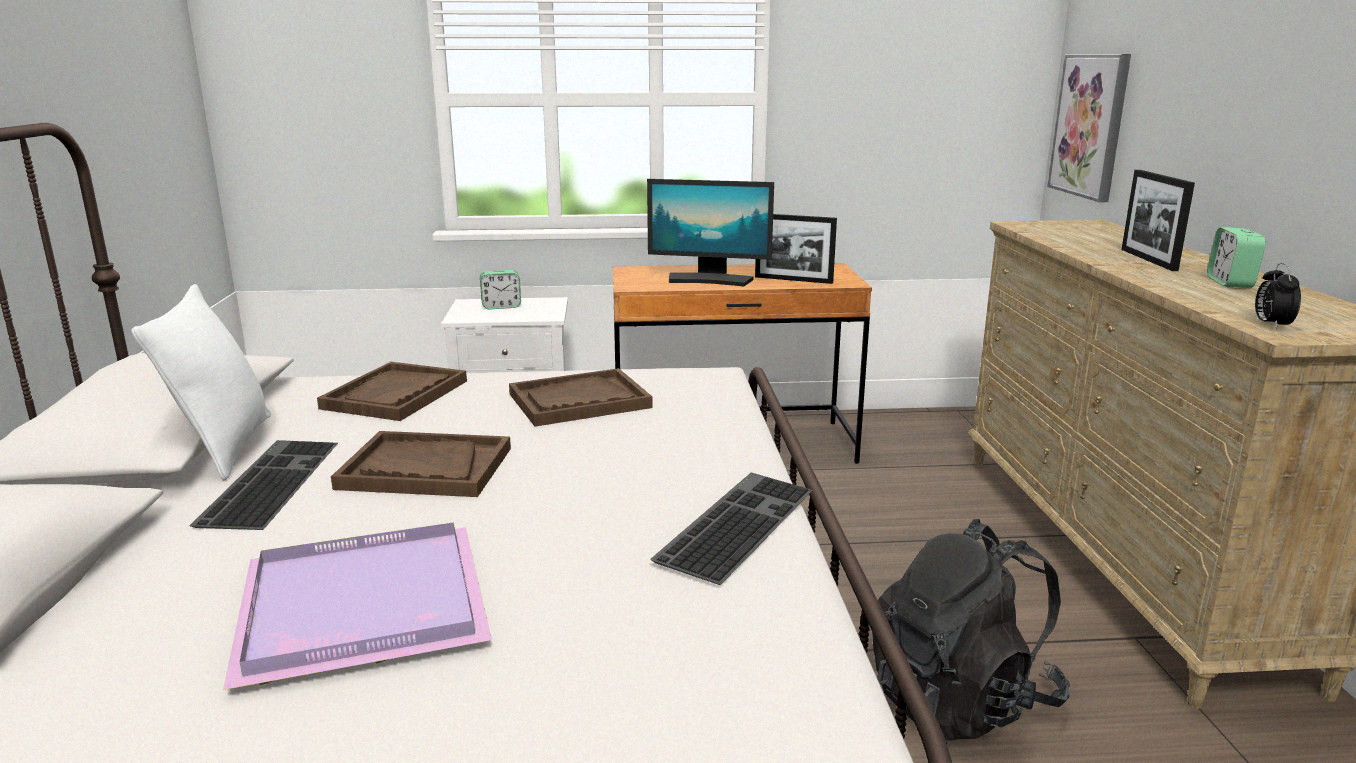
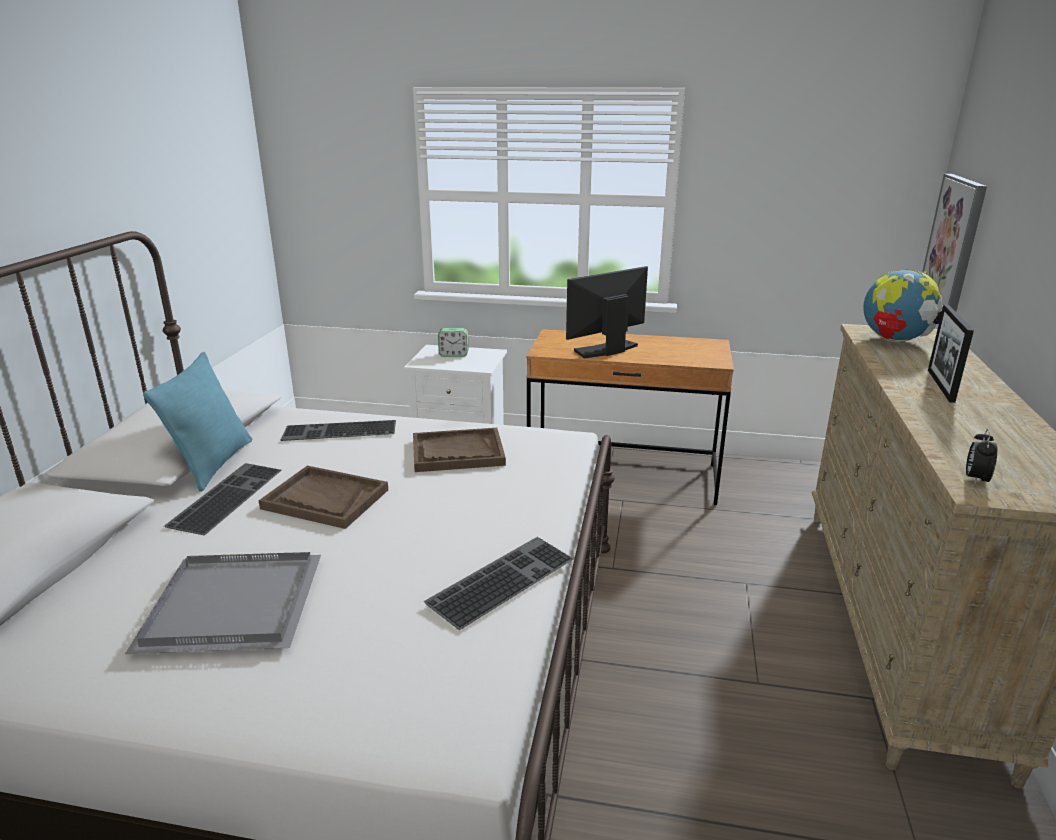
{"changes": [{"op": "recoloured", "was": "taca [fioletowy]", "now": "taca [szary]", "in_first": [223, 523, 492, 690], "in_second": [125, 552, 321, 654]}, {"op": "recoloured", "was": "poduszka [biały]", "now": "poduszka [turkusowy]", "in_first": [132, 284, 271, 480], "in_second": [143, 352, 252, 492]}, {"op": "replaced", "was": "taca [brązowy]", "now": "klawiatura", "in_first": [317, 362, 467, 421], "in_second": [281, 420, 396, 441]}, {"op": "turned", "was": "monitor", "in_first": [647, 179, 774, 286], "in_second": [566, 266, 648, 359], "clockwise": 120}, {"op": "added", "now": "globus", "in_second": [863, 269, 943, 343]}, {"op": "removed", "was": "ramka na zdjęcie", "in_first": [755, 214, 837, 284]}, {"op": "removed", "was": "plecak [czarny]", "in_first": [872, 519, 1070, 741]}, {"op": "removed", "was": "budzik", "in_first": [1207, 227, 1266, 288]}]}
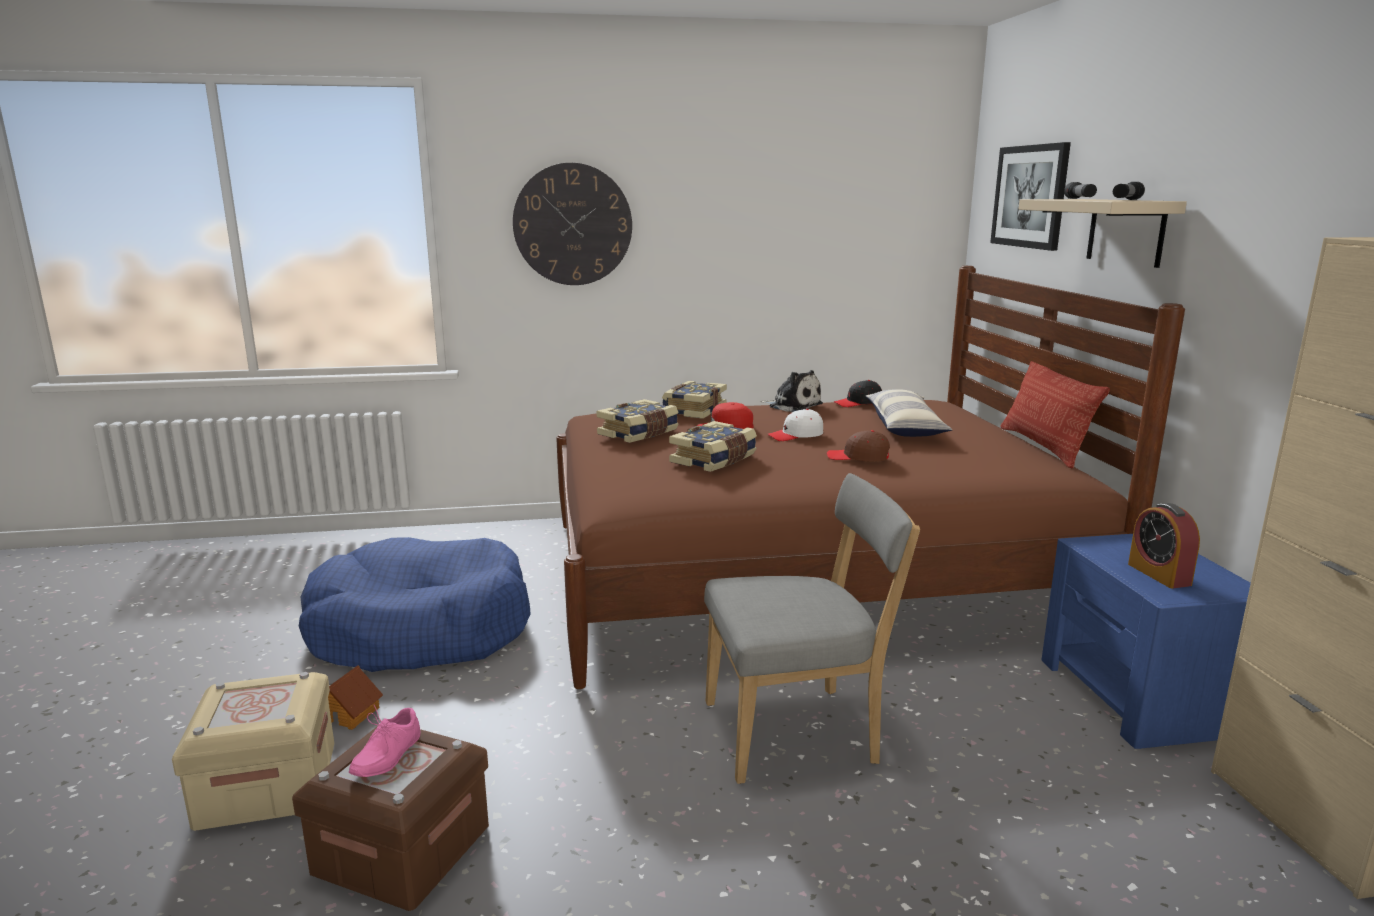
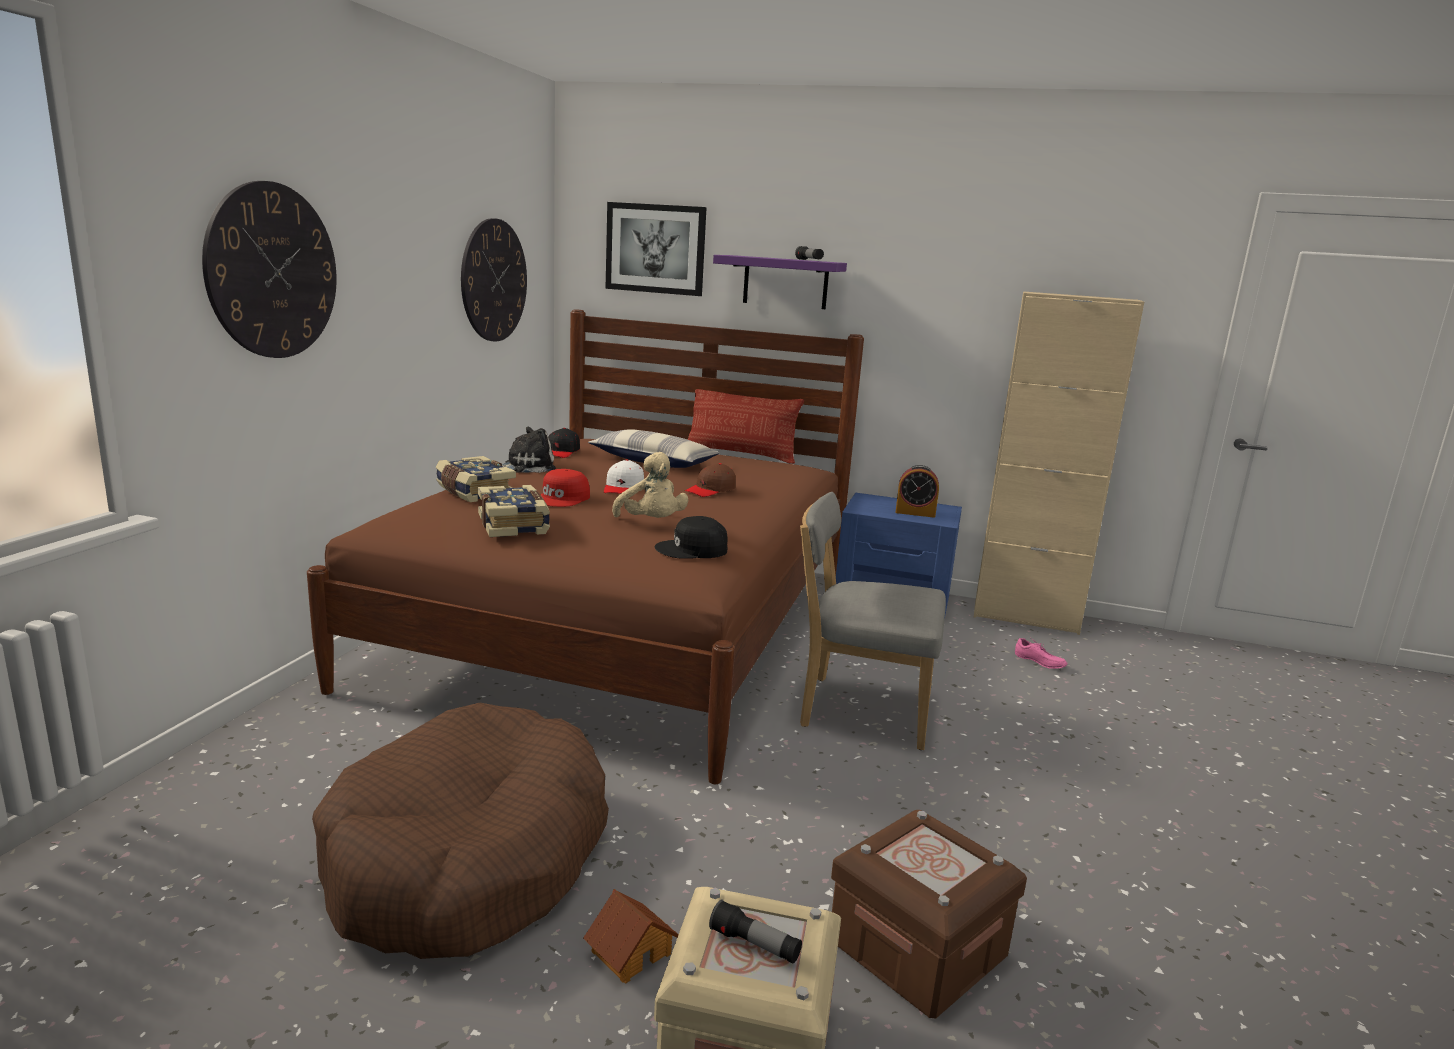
{"changes": [{"op": "recoloured", "was": "legowisko [niebieski]", "now": "legowisko [brązowy]", "in_first": [299, 537, 531, 672], "in_second": [312, 703, 609, 959]}, {"op": "added", "now": "zegar ścienny", "in_second": [461, 218, 527, 342]}, {"op": "replaced", "was": "książka", "now": "pluszak [beżowy]", "in_first": [669, 421, 757, 472], "in_second": [612, 452, 688, 518]}, {"op": "added", "now": "czapka z daszkiem [czarny]", "in_second": [655, 516, 728, 559]}, {"op": "moved", "was": "latarka", "in_first": [1064, 182, 1097, 199], "in_second": [709, 900, 802, 963]}, {"op": "recoloured", "was": "półka [beżowy]", "now": "półka [fioletowy]", "in_first": [1019, 199, 1187, 268], "in_second": [713, 255, 847, 309]}, {"op": "turned", "was": "krzesło [szary]", "in_first": [704, 473, 920, 784], "in_second": [800, 492, 946, 750], "clockwise": -90}, {"op": "moved", "was": "but [różowy]", "in_first": [349, 705, 421, 777], "in_second": [1015, 638, 1067, 669]}]}
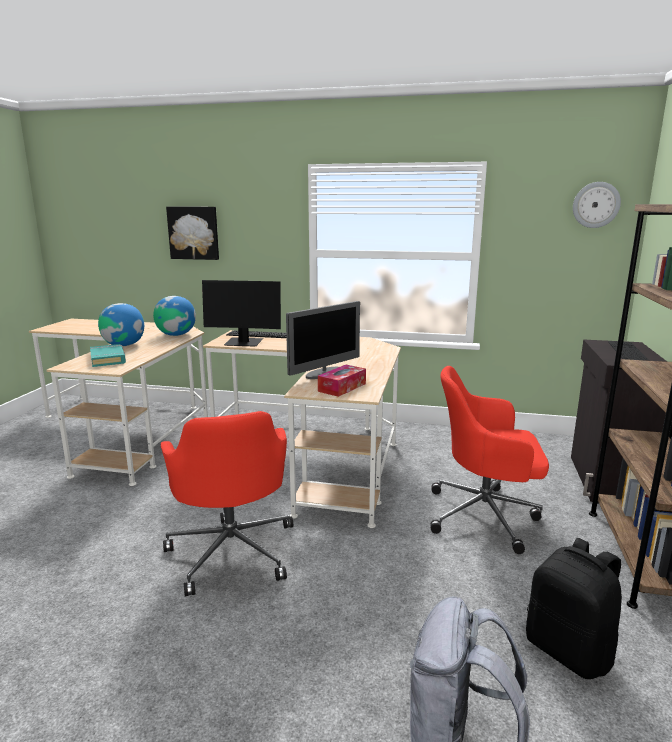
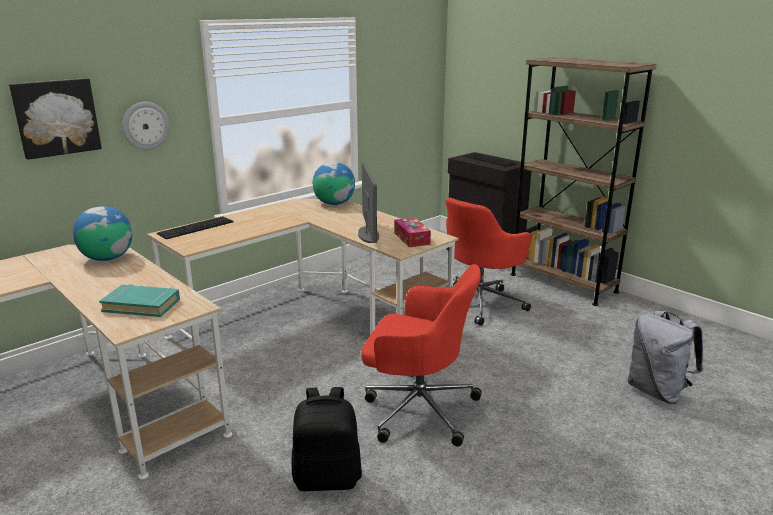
{"changes": [{"op": "moved", "was": "zegar ścienny", "in_first": [573, 182, 621, 228], "in_second": [122, 102, 170, 150]}, {"op": "moved", "was": "plecak [czarny]", "in_first": [526, 538, 622, 679], "in_second": [291, 387, 362, 491]}, {"op": "moved", "was": "globus", "in_first": [98, 303, 144, 346], "in_second": [313, 162, 355, 205]}, {"op": "removed", "was": "monitor", "in_first": [202, 280, 281, 347]}]}
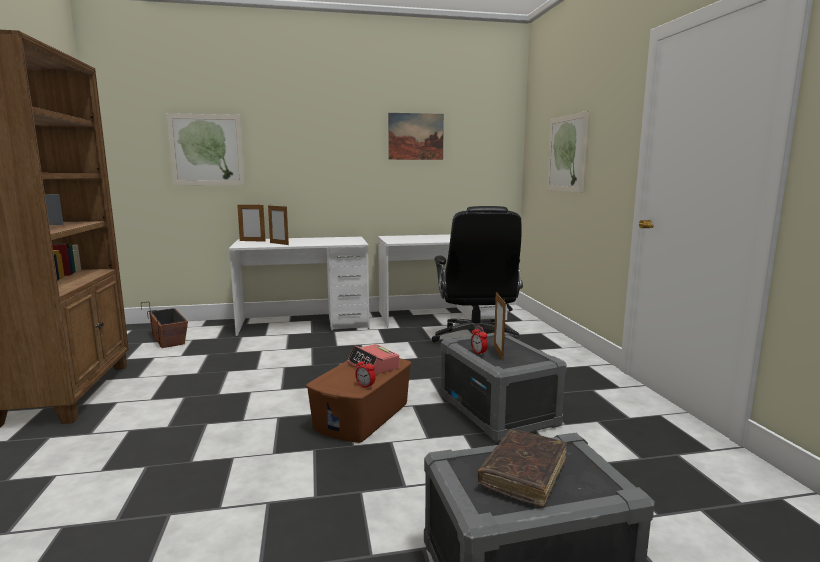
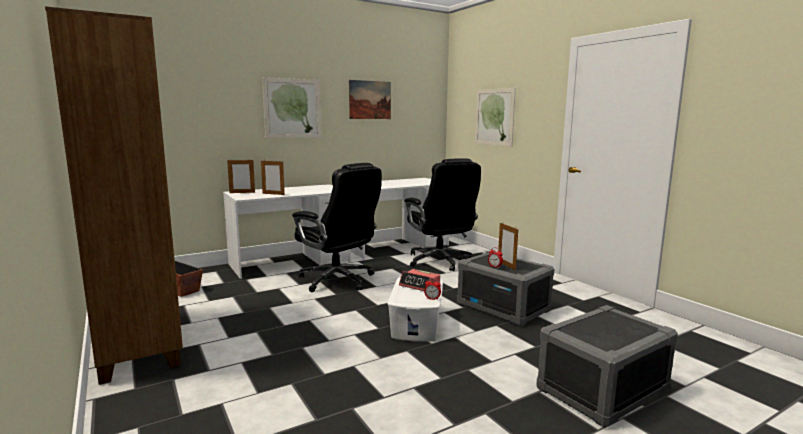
{"changes": [{"op": "moved", "was": "obraz", "in_first": [166, 113, 245, 186], "in_second": [262, 77, 321, 139]}, {"op": "added", "now": "krzesło biurowe [czarny]", "in_second": [292, 163, 382, 292]}, {"op": "recoloured", "was": "pojemnik do przechowywania [brązowy]", "now": "pojemnik do przechowywania [biały]", "in_first": [306, 358, 412, 443], "in_second": [388, 277, 443, 342]}, {"op": "removed", "was": "książka [brązowy]", "in_first": [478, 430, 567, 507]}]}
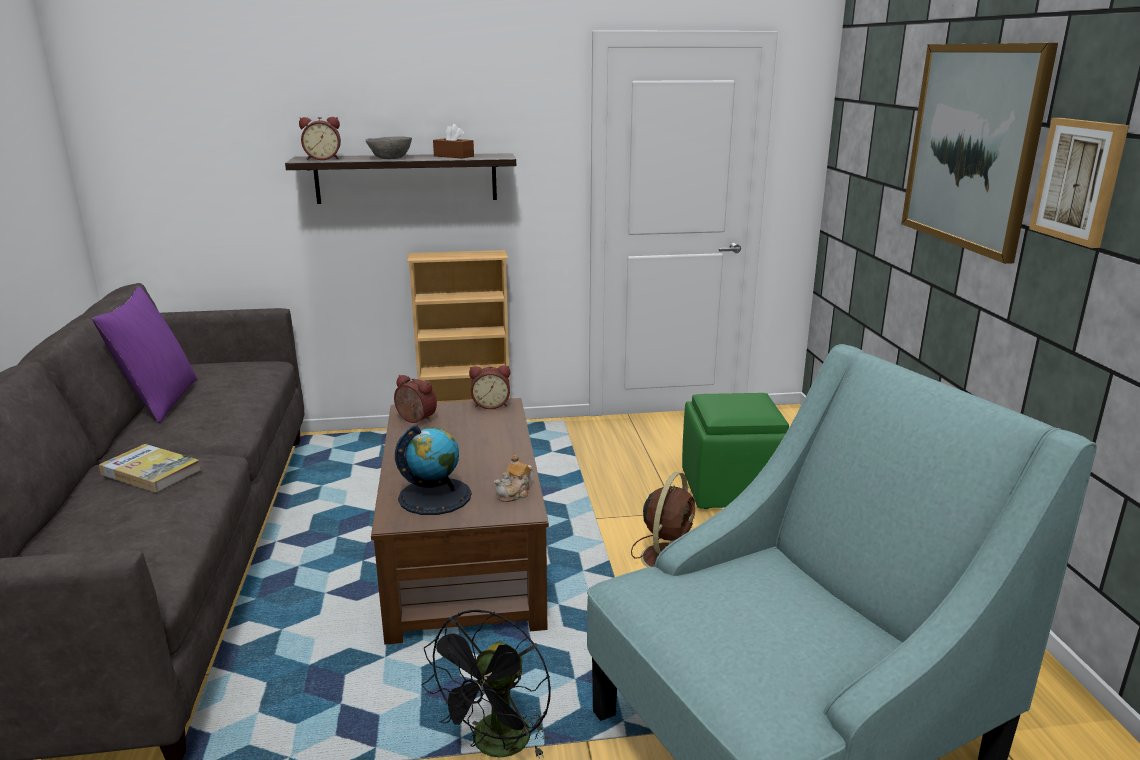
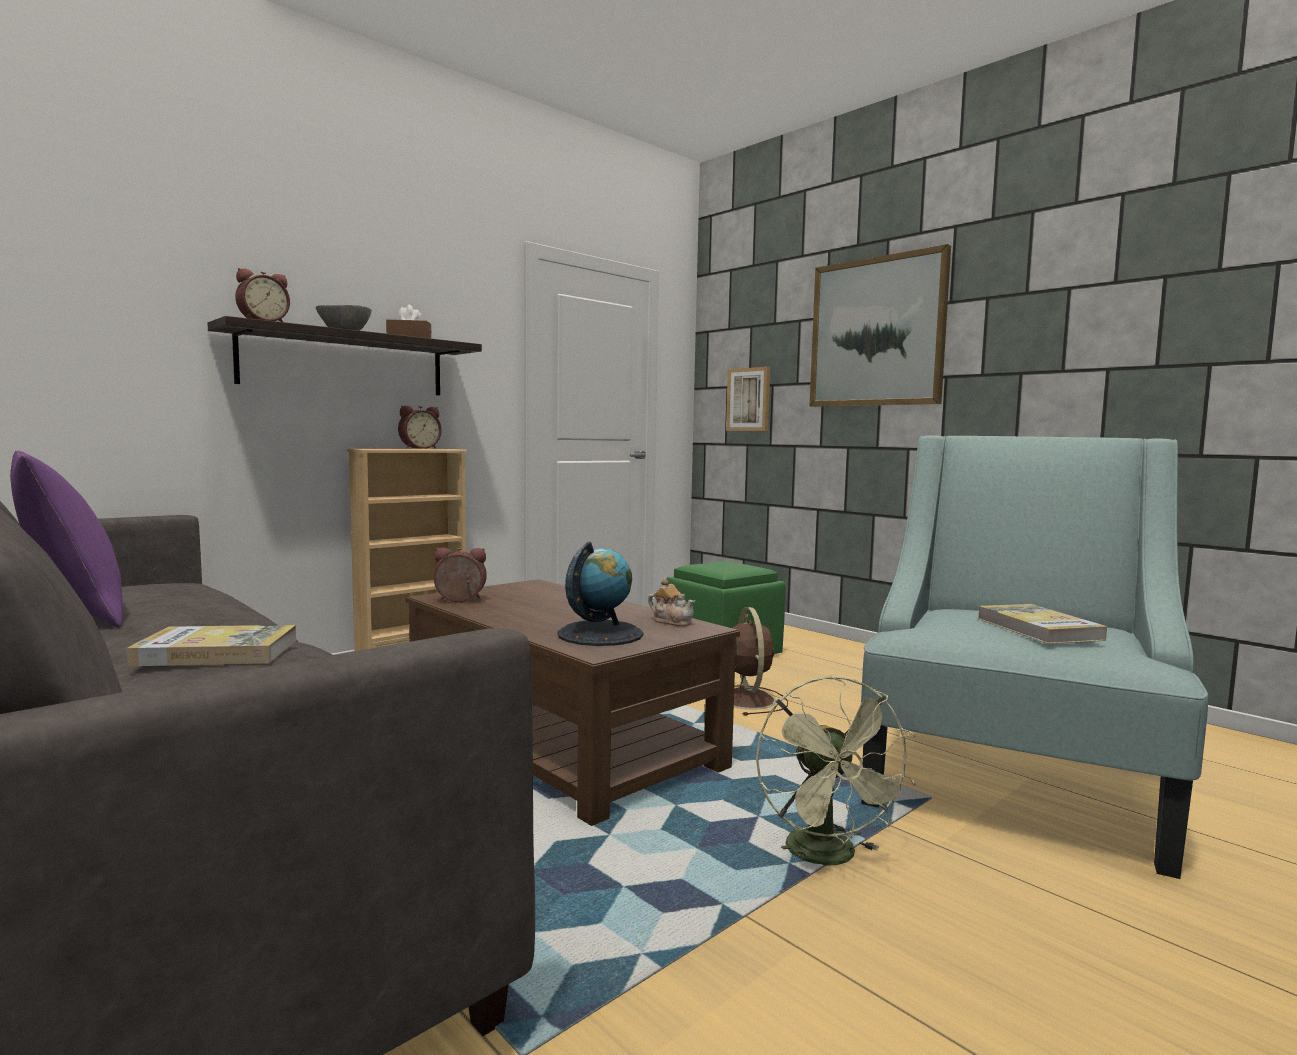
{"changes": [{"op": "moved", "was": "budzik", "in_first": [469, 365, 510, 409], "in_second": [398, 406, 442, 449]}, {"op": "turned", "was": "imbryk", "in_first": [494, 455, 533, 502], "in_second": [648, 578, 695, 626], "clockwise": -60}, {"op": "moved", "was": "obraz", "in_first": [1029, 118, 1129, 248], "in_second": [726, 367, 770, 431]}, {"op": "recoloured", "was": "wentylator [czarny]", "now": "wentylator [zielony]", "in_first": [421, 610, 551, 759], "in_second": [756, 675, 916, 866]}, {"op": "added", "now": "książka", "in_second": [977, 604, 1107, 644]}]}
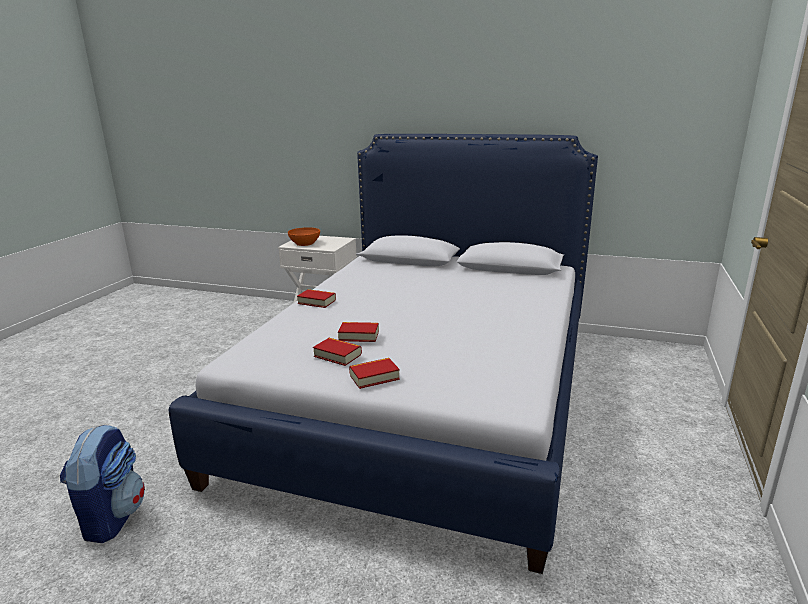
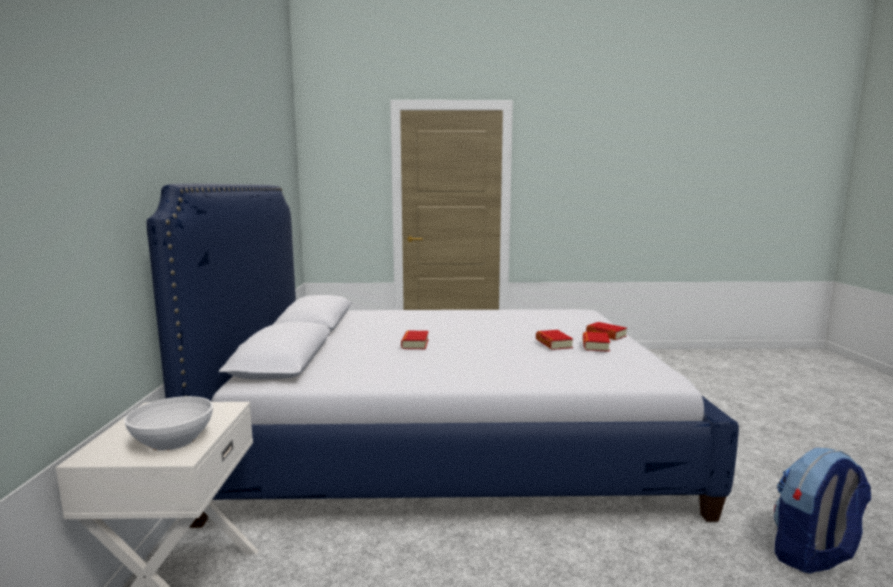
{"changes": [{"op": "recoloured", "was": "miska [pomarańczowy]", "now": "miska [biały]", "in_first": [288, 227, 320, 246], "in_second": [124, 396, 213, 451]}, {"op": "moved", "was": "książka", "in_first": [297, 289, 336, 308], "in_second": [401, 331, 429, 349]}]}
